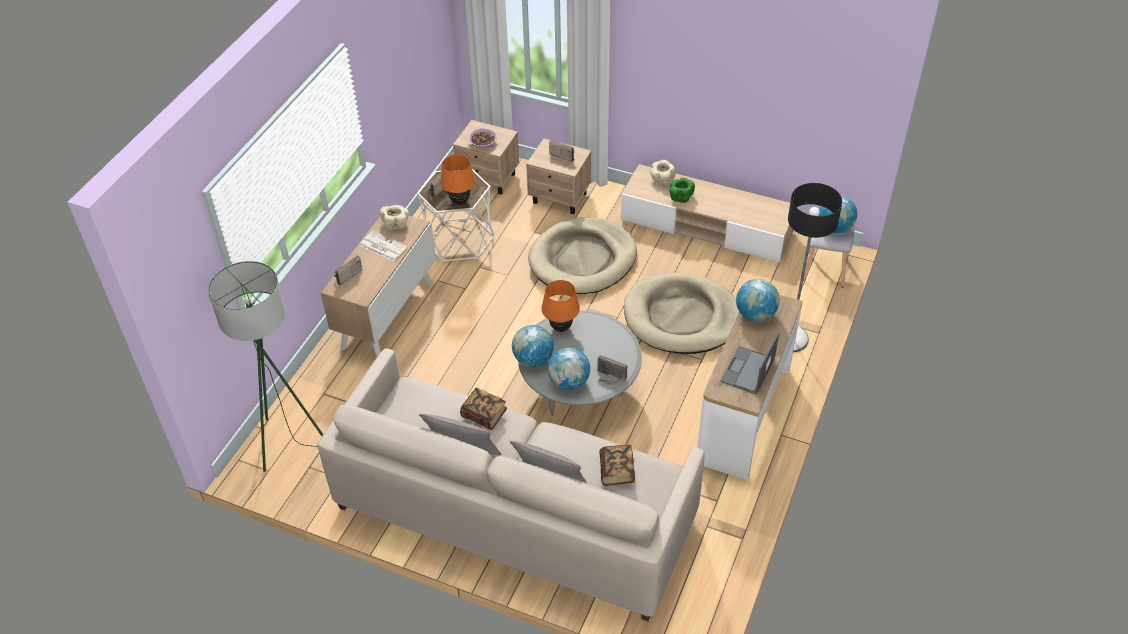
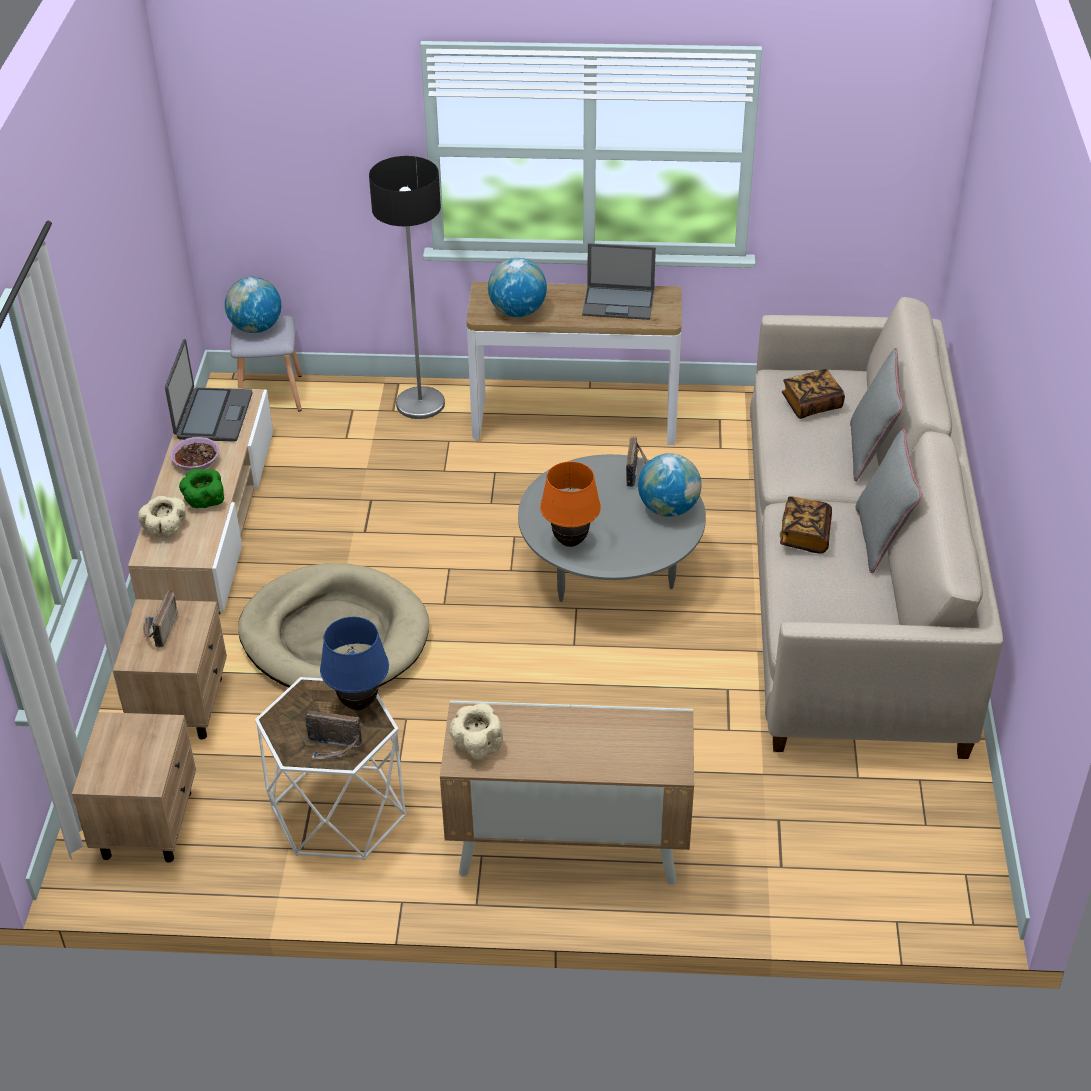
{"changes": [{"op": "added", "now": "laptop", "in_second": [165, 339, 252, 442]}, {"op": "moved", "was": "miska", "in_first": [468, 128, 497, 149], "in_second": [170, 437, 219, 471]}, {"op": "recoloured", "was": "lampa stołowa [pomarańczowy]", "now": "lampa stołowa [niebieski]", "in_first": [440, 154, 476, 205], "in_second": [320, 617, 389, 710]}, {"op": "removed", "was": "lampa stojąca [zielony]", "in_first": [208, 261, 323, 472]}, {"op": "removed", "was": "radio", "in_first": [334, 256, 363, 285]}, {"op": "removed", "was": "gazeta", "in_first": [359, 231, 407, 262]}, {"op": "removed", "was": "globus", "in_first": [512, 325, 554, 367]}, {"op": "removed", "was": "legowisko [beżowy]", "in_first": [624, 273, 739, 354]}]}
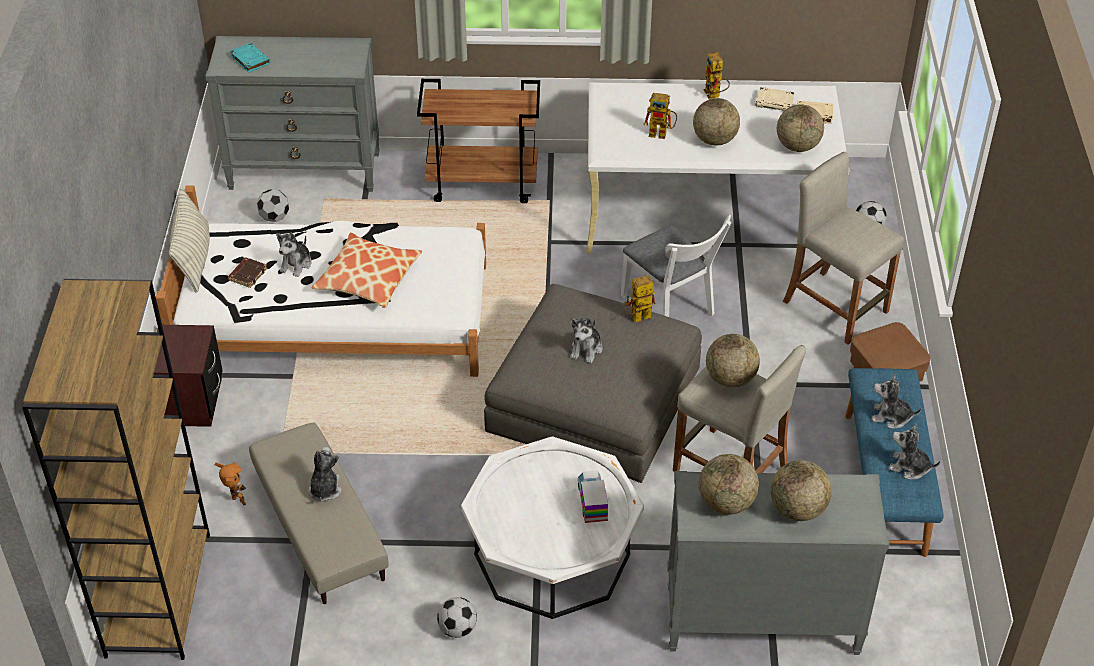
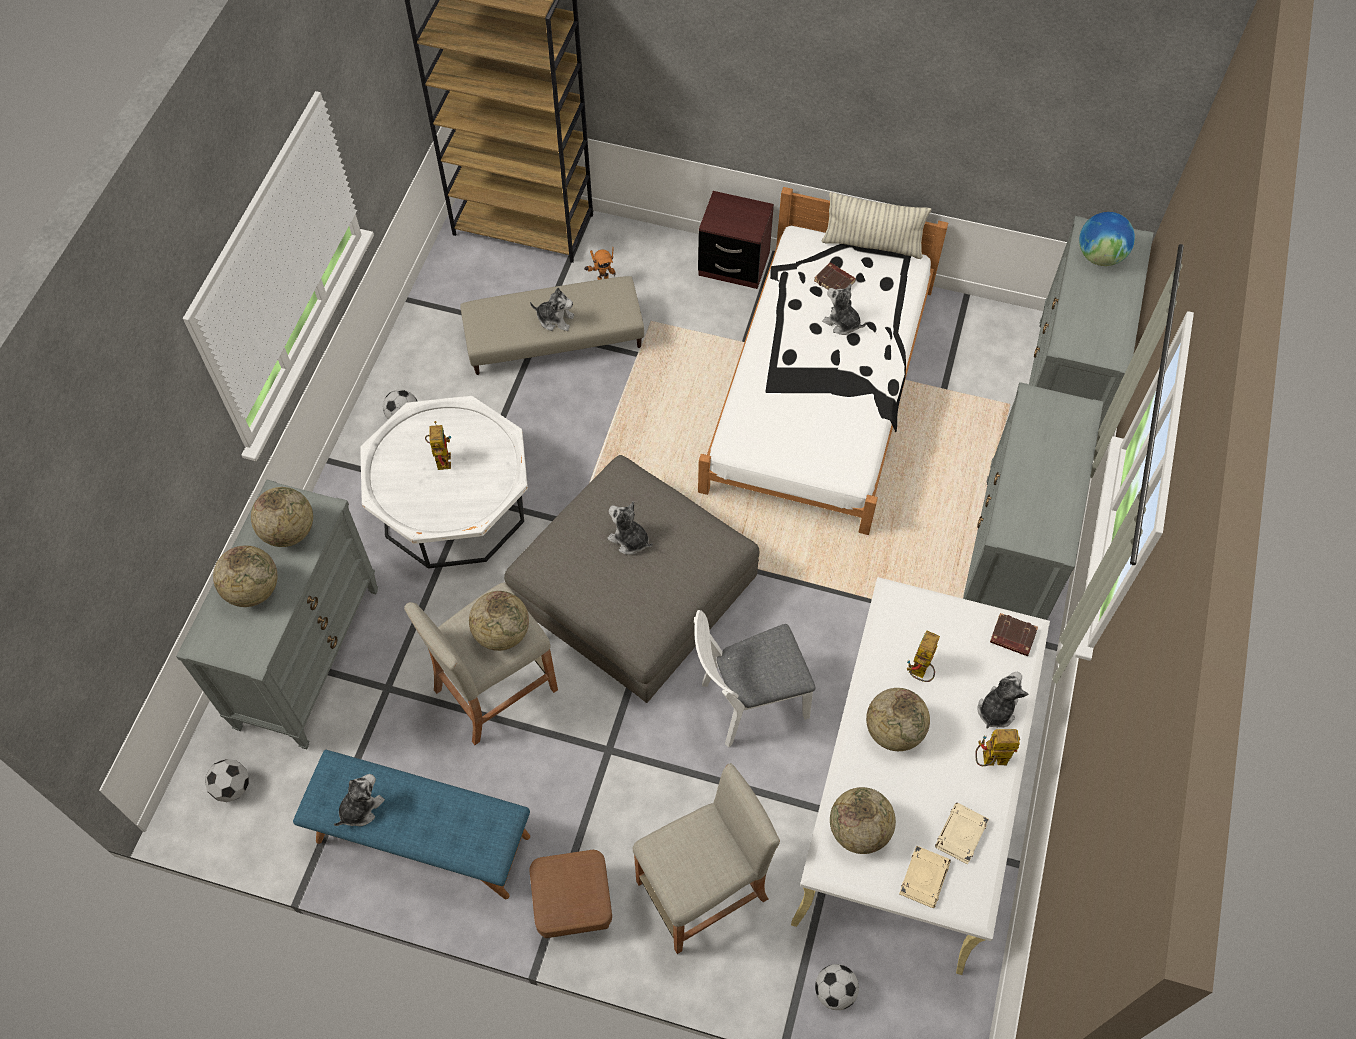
{"changes": [{"op": "moved", "was": "piłka futbolowa", "in_first": [257, 189, 289, 222], "in_second": [205, 759, 249, 802]}, {"op": "moved", "was": "robot zabawkowy", "in_first": [625, 275, 656, 322], "in_second": [425, 421, 451, 470]}, {"op": "replaced", "was": "wózek [brązowy]", "now": "komoda [szary]", "in_first": [417, 79, 540, 203], "in_second": [963, 382, 1103, 620]}, {"op": "moved", "was": "pluszak", "in_first": [871, 374, 921, 428], "in_second": [977, 672, 1028, 728]}, {"op": "added", "now": "książka [brązowy]", "in_second": [990, 613, 1038, 656]}, {"op": "replaced", "was": "książka [turkusowy]", "now": "globus", "in_first": [230, 42, 270, 73], "in_second": [1079, 212, 1135, 266]}, {"op": "removed", "was": "poduszka", "in_first": [312, 232, 422, 308]}, {"op": "removed", "was": "ciężarówka zabawkowa", "in_first": [578, 471, 608, 523]}]}
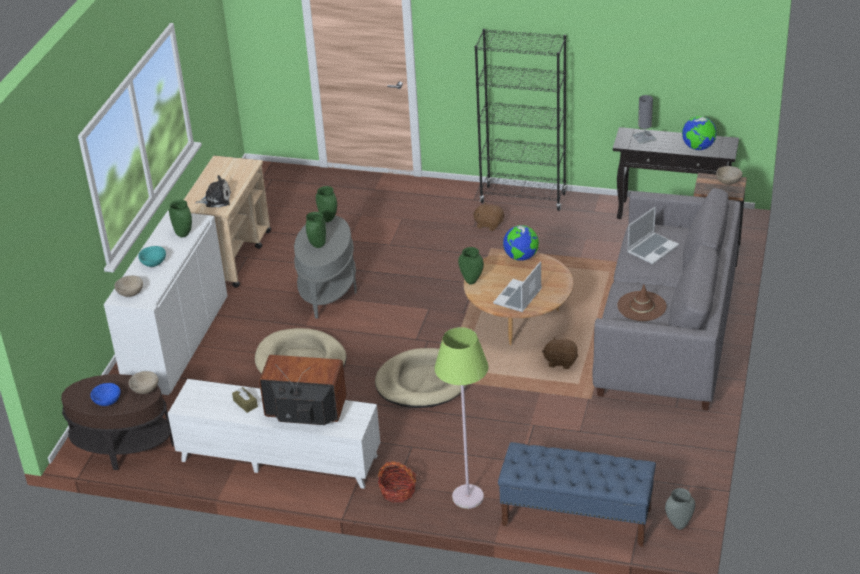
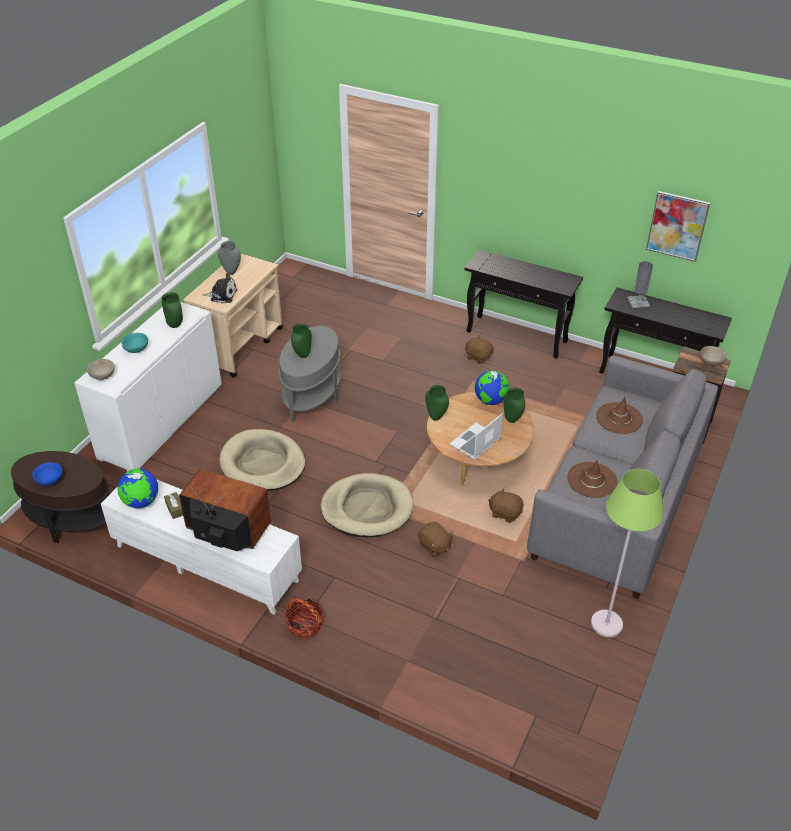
{"changes": [{"op": "moved", "was": "globus", "in_first": [682, 116, 717, 150], "in_second": [117, 468, 158, 508]}, {"op": "moved", "was": "wazon [szary]", "in_first": [665, 488, 695, 530], "in_second": [218, 241, 241, 275]}, {"op": "added", "now": "pluszak [brązowy]", "in_second": [418, 522, 453, 557]}, {"op": "replaced", "was": "regał [czarny]", "now": "stolik konsolowy [czarny]", "in_first": [475, 29, 567, 211], "in_second": [464, 249, 583, 358]}, {"op": "moved", "was": "wazon [zielony]", "in_first": [316, 186, 337, 222], "in_second": [504, 388, 525, 423]}, {"op": "moved", "was": "lampa stojąca [zielony]", "in_first": [434, 327, 489, 509], "in_second": [591, 469, 664, 637]}, {"op": "replaced", "was": "laptop", "now": "kapelusz [brązowy]", "in_first": [627, 207, 679, 264], "in_second": [596, 397, 643, 434]}, {"op": "added", "now": "obraz", "in_second": [646, 191, 710, 262]}, {"op": "removed", "was": "miska [beżowy]", "in_first": [129, 371, 158, 394]}, {"op": "removed", "was": "ławka [niebieski]", "in_first": [498, 442, 656, 547]}]}
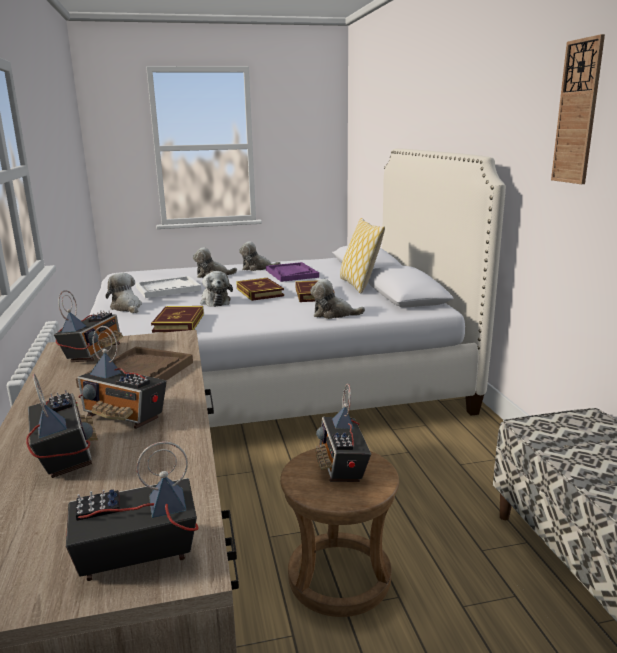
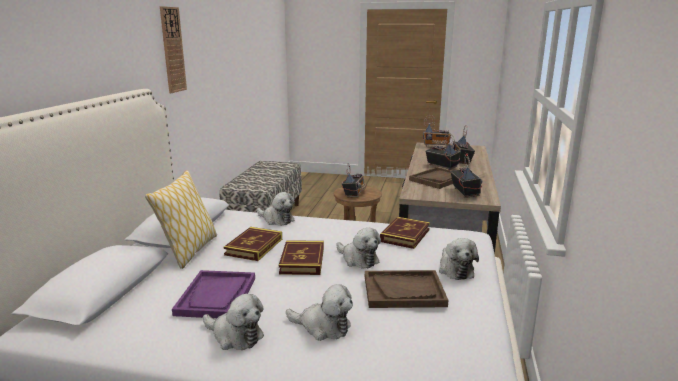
{"changes": [{"op": "turned", "was": "pluszak", "in_first": [200, 271, 233, 307], "in_second": [337, 228, 381, 269], "clockwise": 135}, {"op": "recoloured", "was": "taca [biały]", "now": "taca [brązowy]", "in_first": [136, 276, 201, 298], "in_second": [365, 270, 448, 308]}, {"op": "turned", "was": "radio", "in_first": [54, 290, 123, 362], "in_second": [450, 154, 482, 198], "clockwise": 135}]}
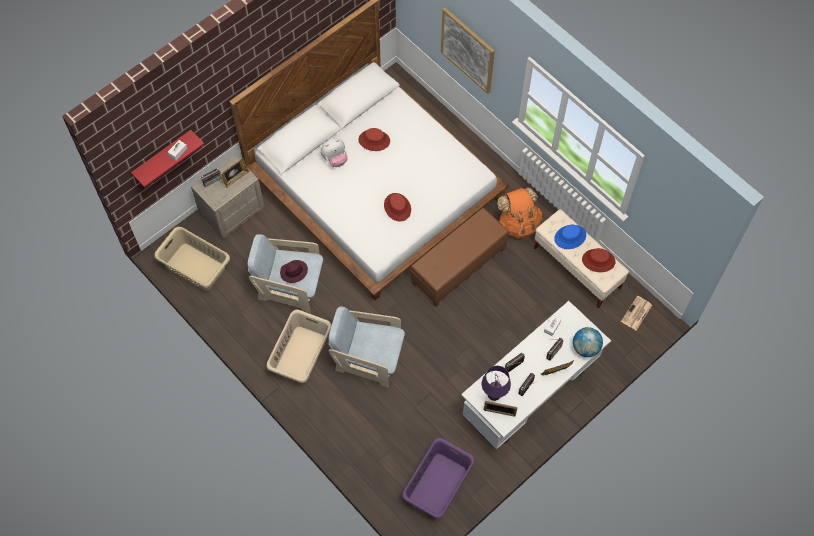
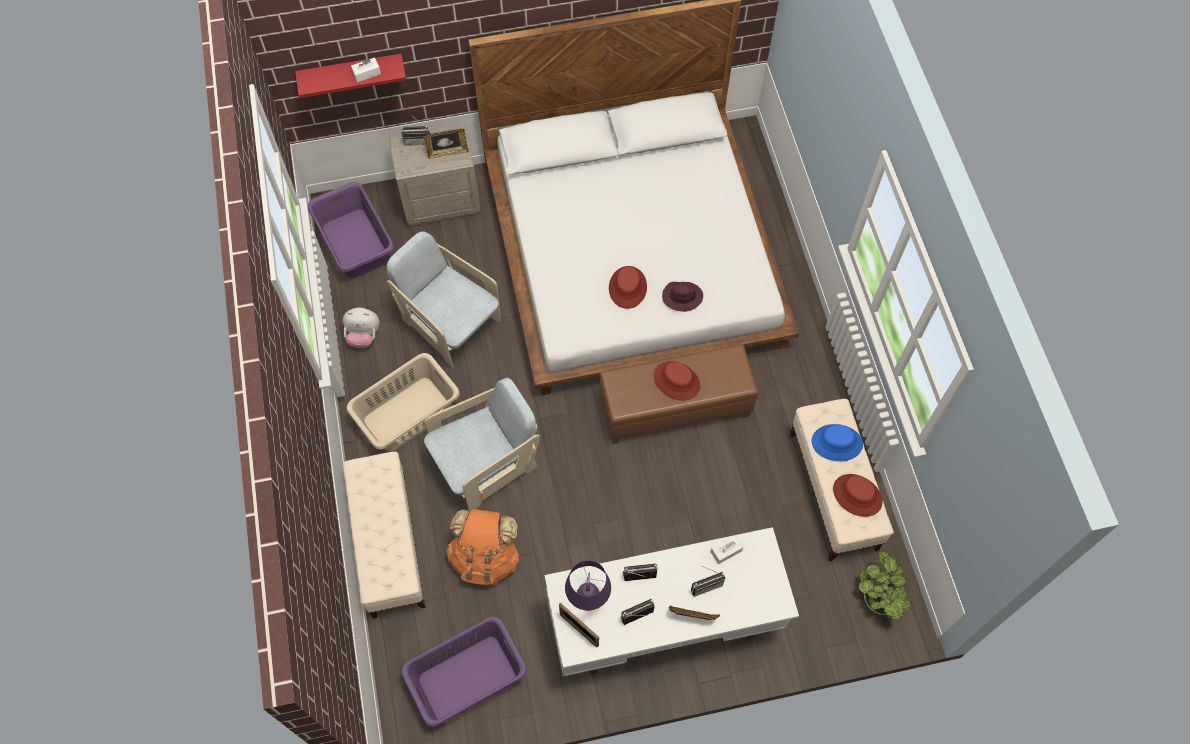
{"changes": [{"op": "recoloured", "was": "kosz na pranie [beżowy]", "now": "kosz na pranie [fioletowy]", "in_first": [154, 227, 230, 291], "in_second": [308, 182, 394, 278]}, {"op": "added", "now": "ławka [beżowy]", "in_second": [342, 452, 426, 619]}, {"op": "moved", "was": "pluszak", "in_first": [321, 139, 348, 167], "in_second": [343, 308, 380, 348]}, {"op": "turned", "was": "fotel [beżowy]", "in_first": [329, 307, 405, 387], "in_second": [424, 378, 540, 512], "clockwise": 105}, {"op": "moved", "was": "plecak [pomarańczowy]", "in_first": [497, 187, 542, 239], "in_second": [447, 509, 520, 585]}, {"op": "moved", "was": "kapelusz [czerwony]", "in_first": [358, 128, 390, 151], "in_second": [654, 361, 700, 401]}, {"op": "moved", "was": "kapelusz [fioletowy]", "in_first": [280, 260, 308, 283], "in_second": [662, 282, 703, 312]}, {"op": "replaced", "was": "gazeta", "now": "roślina doniczkowa", "in_first": [621, 296, 652, 330], "in_second": [859, 552, 911, 621]}, {"op": "removed", "was": "obraz", "in_first": [441, 8, 495, 94]}, {"op": "removed", "was": "globus", "in_first": [573, 327, 603, 357]}]}
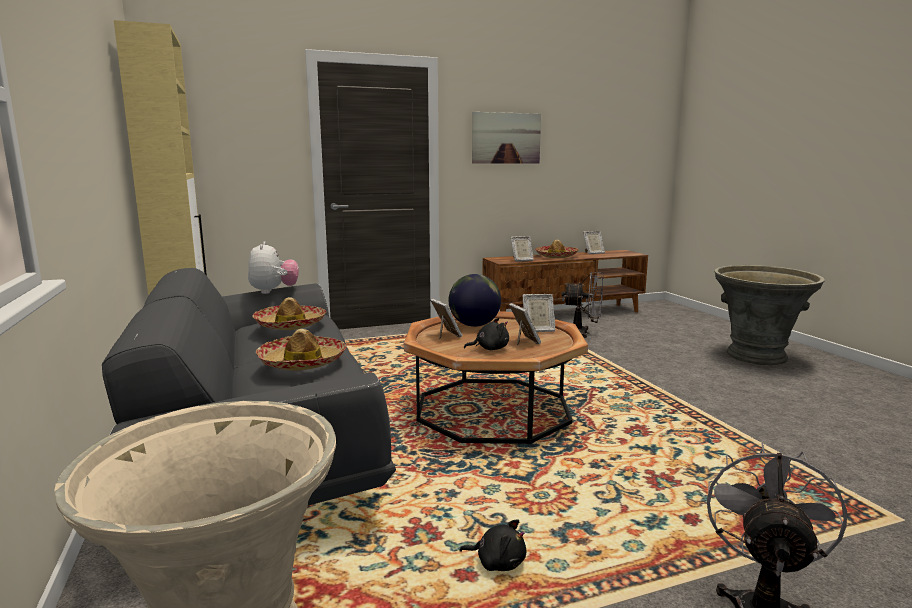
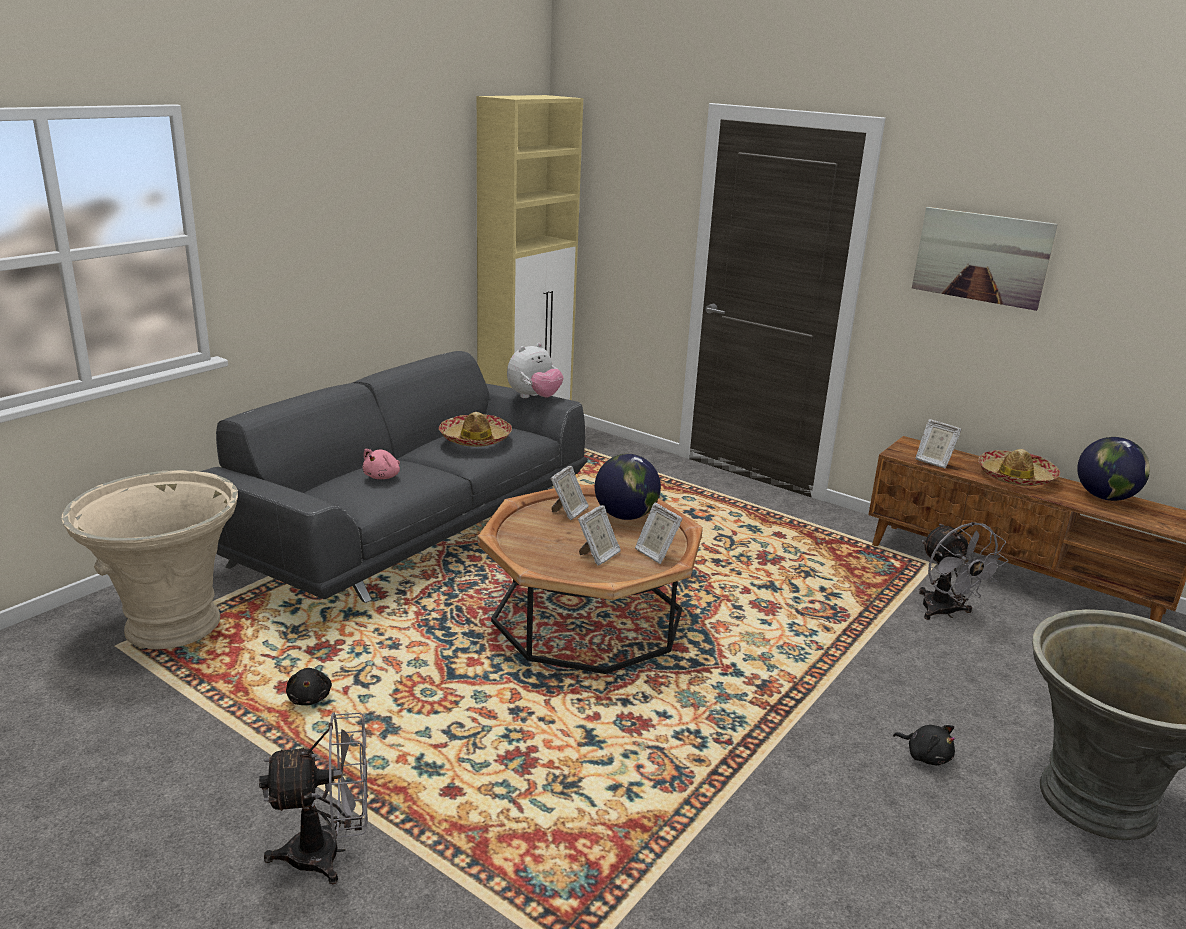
{"changes": [{"op": "replaced", "was": "kapelusz", "now": "pluszak [różowy]", "in_first": [256, 329, 346, 371], "in_second": [362, 449, 400, 479]}, {"op": "moved", "was": "pluszak [czarny]", "in_first": [464, 318, 509, 350], "in_second": [893, 725, 955, 766]}, {"op": "replaced", "was": "ramka na zdjęcie", "now": "globus", "in_first": [583, 231, 605, 254], "in_second": [1077, 437, 1150, 501]}]}
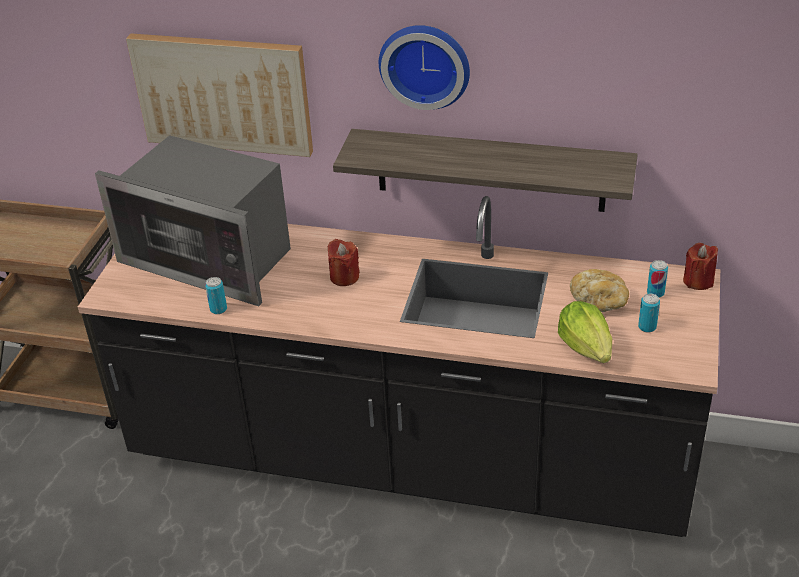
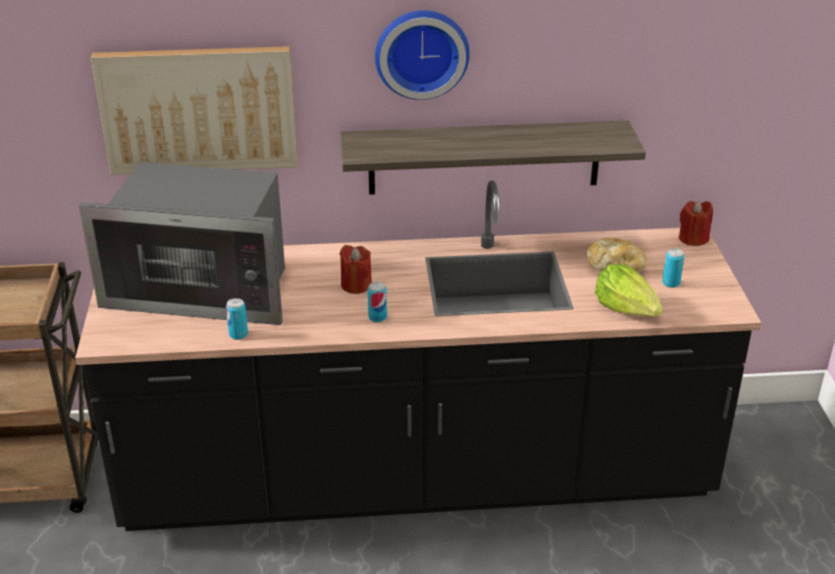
{"changes": [{"op": "moved", "was": "puszka", "in_first": [647, 260, 668, 298], "in_second": [368, 282, 387, 323]}]}
